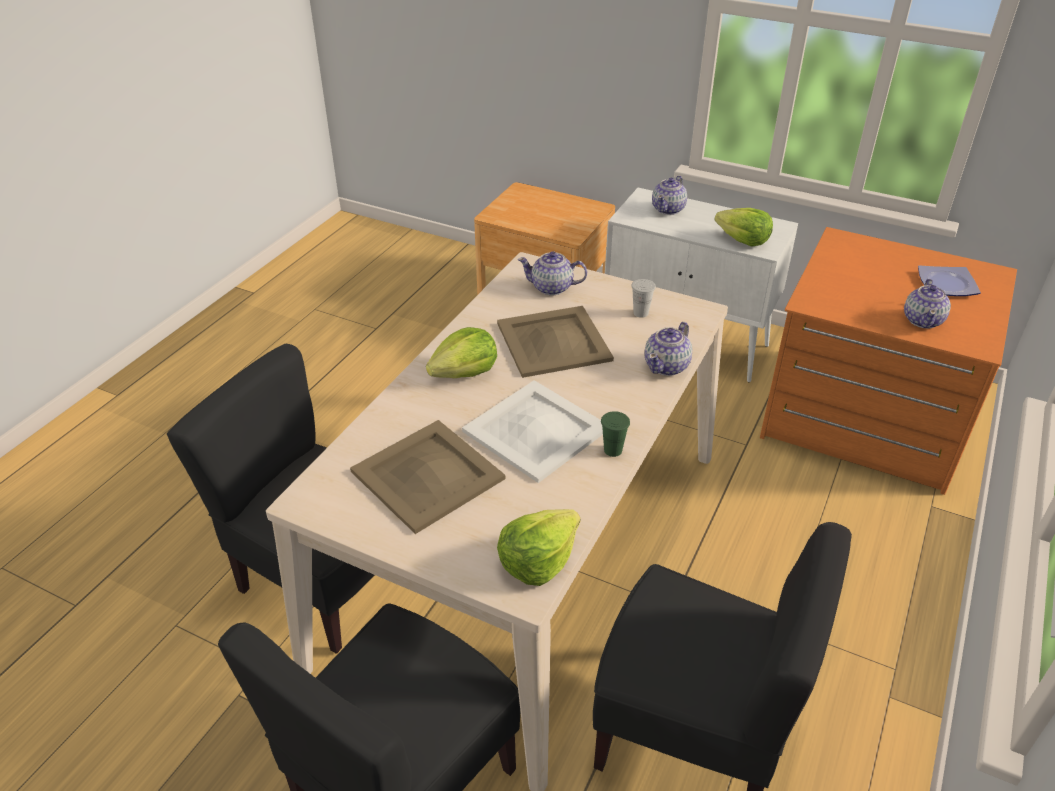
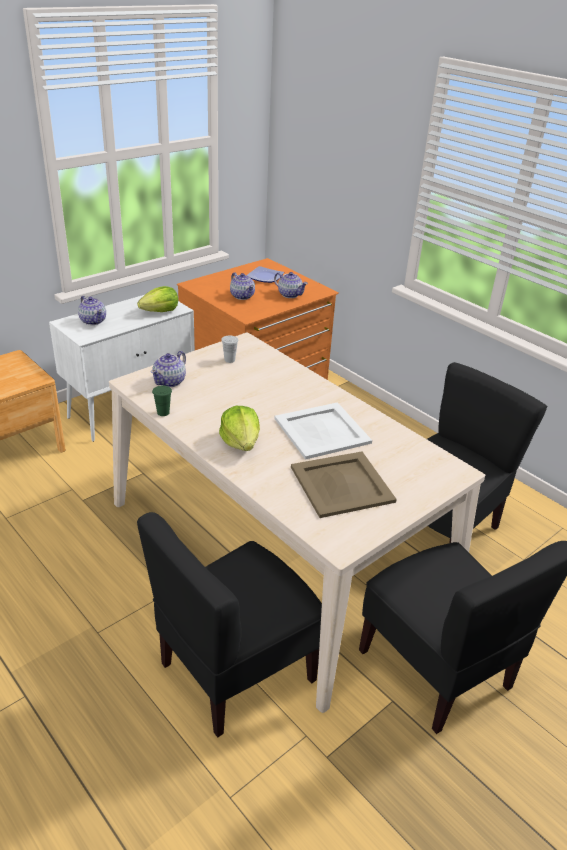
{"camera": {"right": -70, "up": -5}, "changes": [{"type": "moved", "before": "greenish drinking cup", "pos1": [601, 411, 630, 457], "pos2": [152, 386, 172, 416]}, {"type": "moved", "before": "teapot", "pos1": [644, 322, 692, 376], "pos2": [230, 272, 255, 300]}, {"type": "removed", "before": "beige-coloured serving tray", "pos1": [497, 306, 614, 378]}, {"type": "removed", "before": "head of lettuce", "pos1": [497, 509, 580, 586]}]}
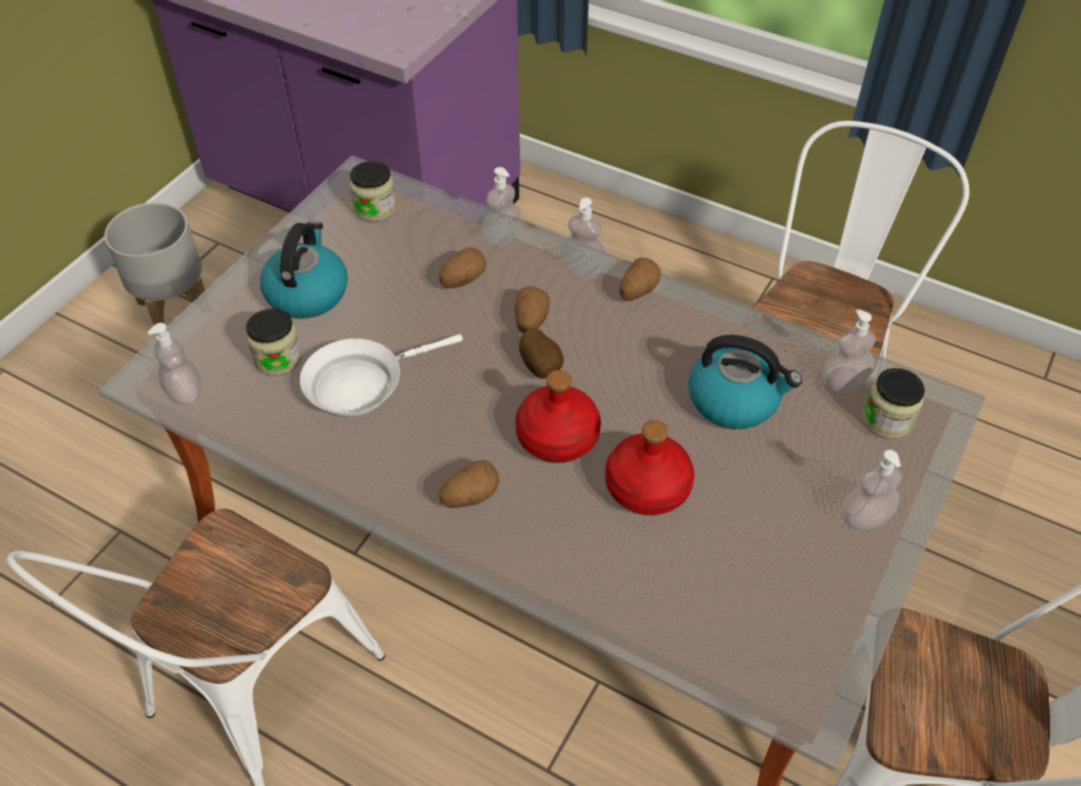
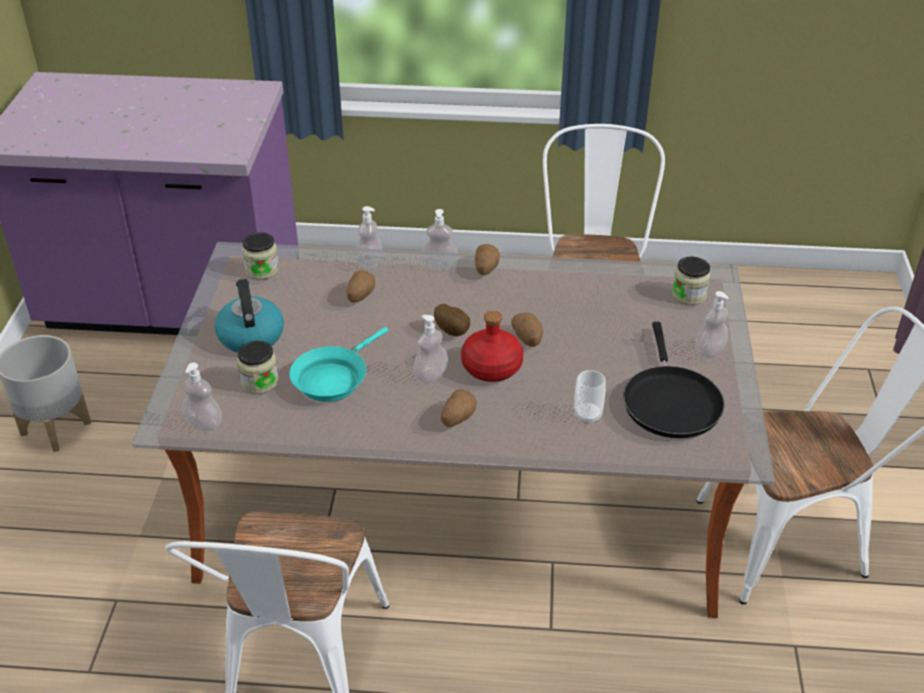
{"camera": {"right": -25, "up": -10}, "changes": [{"type": "recoloured", "before": "white frying pan", "after": "turquoise-coloured frying pan", "pos1": [300, 334, 463, 417], "pos2": [290, 327, 388, 402]}, {"type": "moved", "before": "liquid soap bottle", "pos1": [822, 309, 875, 393], "pos2": [413, 315, 448, 383]}, {"type": "moved", "before": "spud", "pos1": [515, 286, 550, 333], "pos2": [511, 313, 543, 347]}, {"type": "added", "after": "drinking cup", "pos2": [574, 370, 606, 424]}, {"type": "added", "after": "blackish frying pan", "pos2": [623, 322, 725, 438]}, {"type": "removed", "before": "red-coloured bottle", "pos1": [605, 420, 694, 515]}, {"type": "removed", "before": "tea kettle", "pos1": [688, 335, 802, 429]}]}
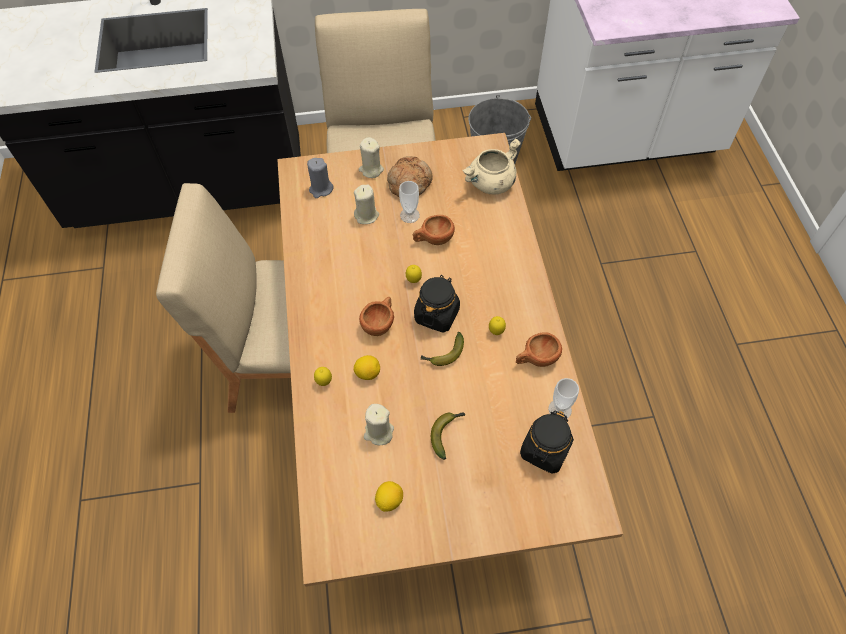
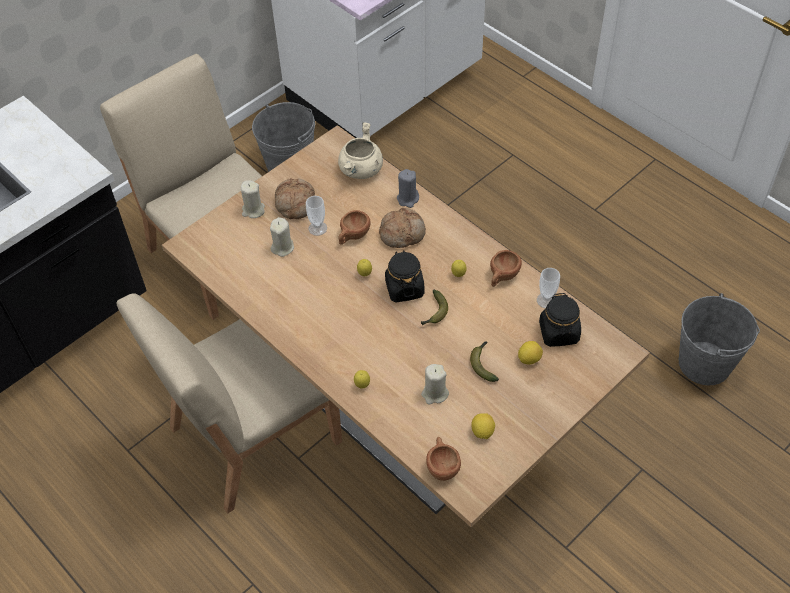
{"camera": {"right": -35, "up": -5}, "changes": [{"type": "added", "after": "bakery bread", "pos2": [379, 208, 426, 248]}, {"type": "moved", "before": "grey candle", "pos1": [307, 158, 334, 198], "pos2": [397, 169, 419, 208]}, {"type": "moved", "before": "brown-coloured drinking cup", "pos1": [359, 297, 394, 336], "pos2": [426, 437, 461, 481]}, {"type": "moved", "before": "lemon", "pos1": [353, 355, 380, 380], "pos2": [518, 341, 543, 365]}, {"type": "added", "after": "grey water bucket", "pos2": [679, 293, 760, 385]}]}
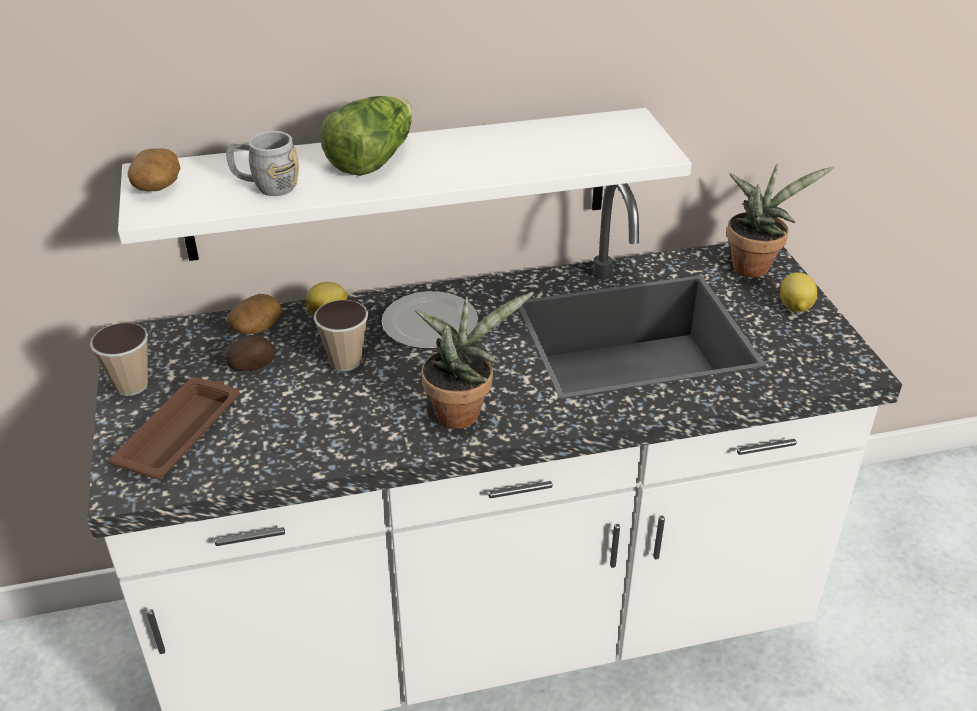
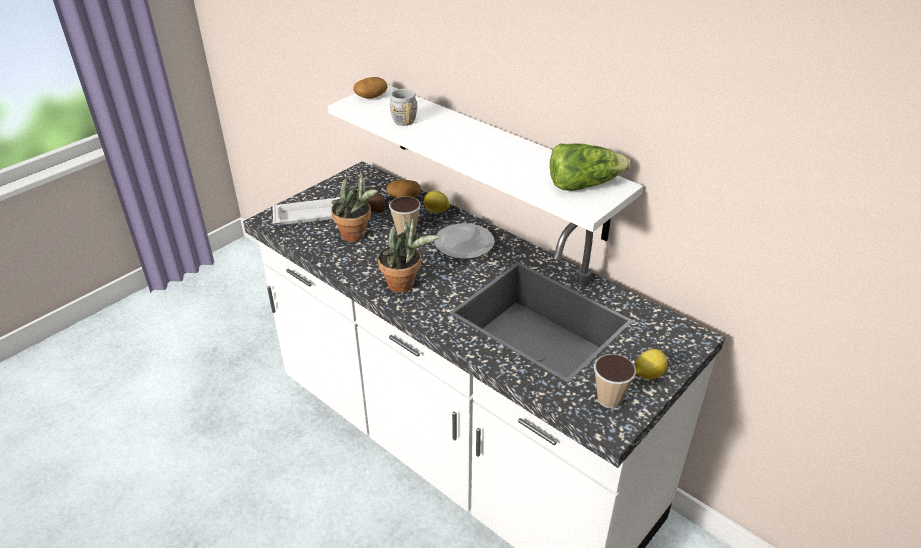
{"camera": {"right": 55, "up": 0}, "changes": [{"type": "recoloured", "before": "brown-coloured serving tray", "after": "white serving tray", "pos1": [109, 377, 240, 479], "pos2": [272, 197, 341, 225]}, {"type": "moved", "before": "potted plant", "pos1": [727, 164, 834, 277], "pos2": [331, 171, 378, 242]}, {"type": "moved", "before": "head of lettuce", "pos1": [320, 96, 412, 176], "pos2": [550, 143, 630, 191]}, {"type": "moved", "before": "drinking cup", "pos1": [90, 323, 148, 396], "pos2": [594, 354, 636, 408]}]}
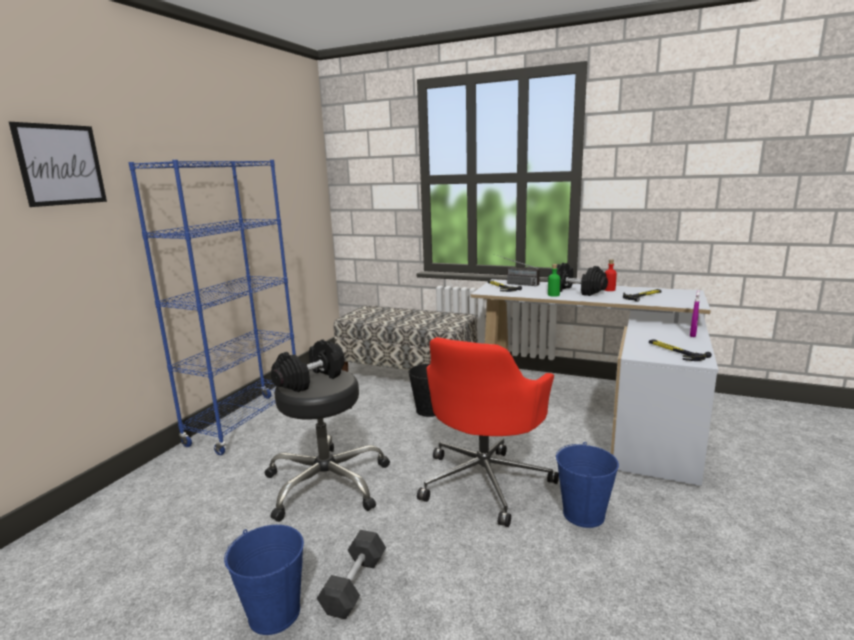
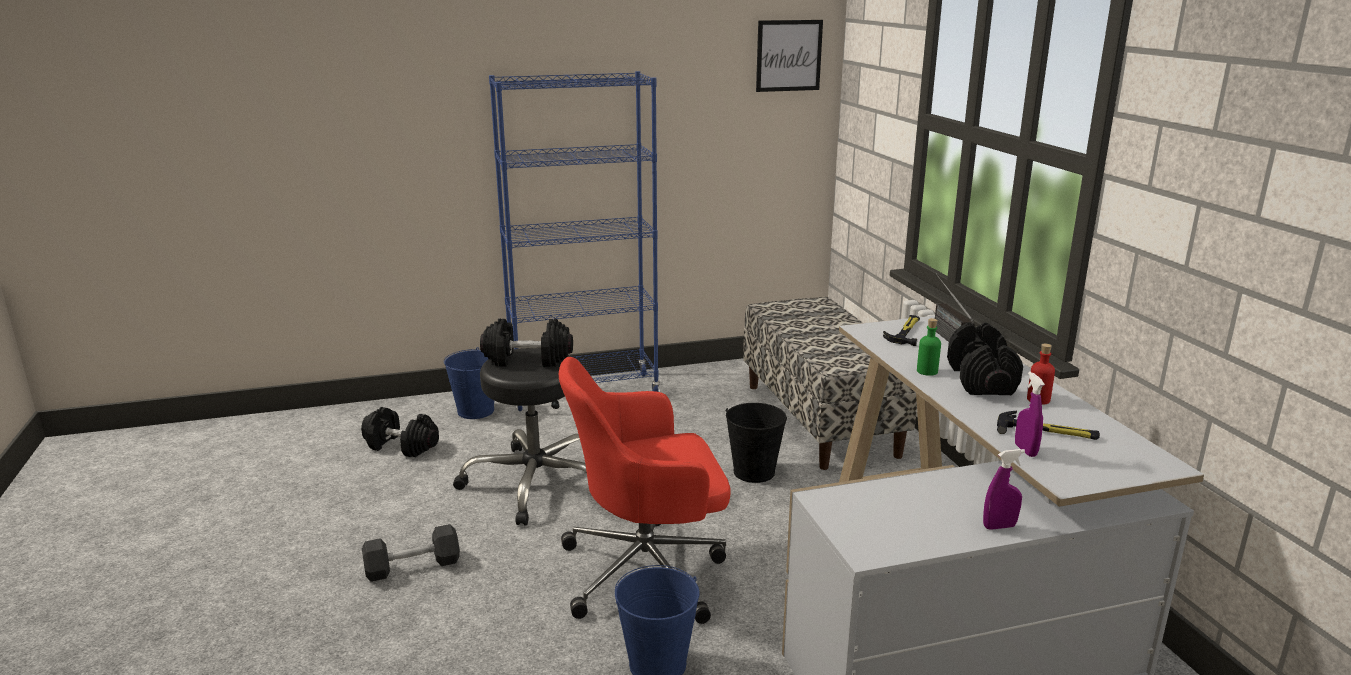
{"camera": {"right": 50, "up": 5}, "changes": [{"type": "added", "after": "blackish free weight", "pos2": [361, 407, 439, 457]}, {"type": "moved", "before": "blue water bucket", "pos1": [224, 525, 304, 635], "pos2": [444, 347, 494, 419]}, {"type": "moved", "before": "picture", "pos1": [9, 122, 107, 207], "pos2": [756, 20, 823, 92]}, {"type": "added", "after": "purple-coloured spray bottle", "pos2": [1015, 372, 1045, 457]}, {"type": "removed", "before": "hand hammer", "pos1": [649, 340, 712, 361]}]}
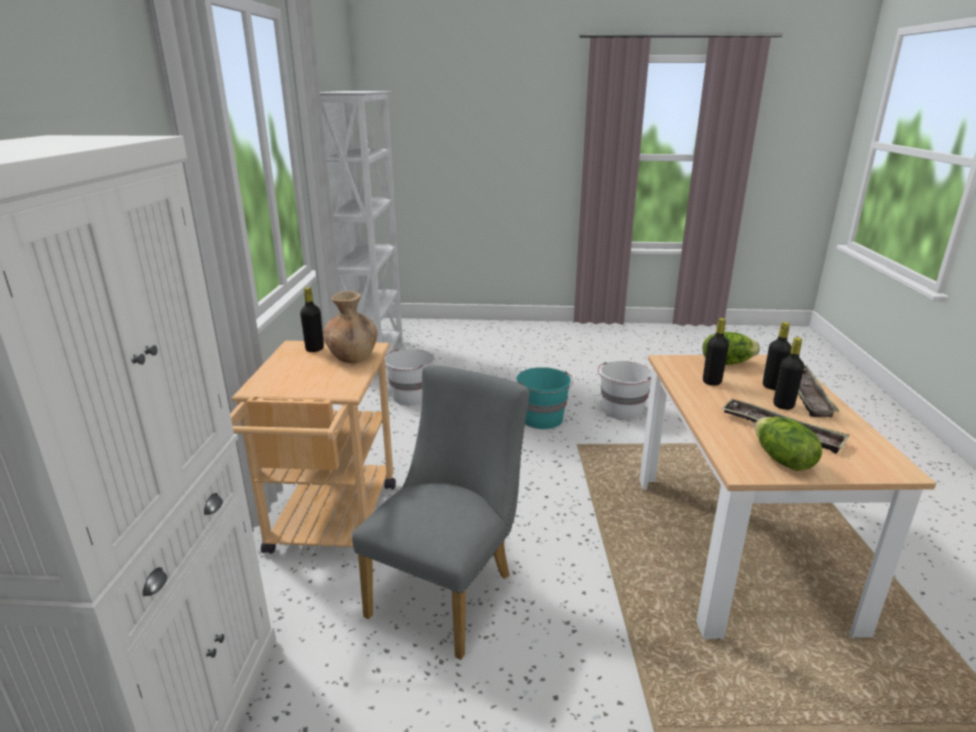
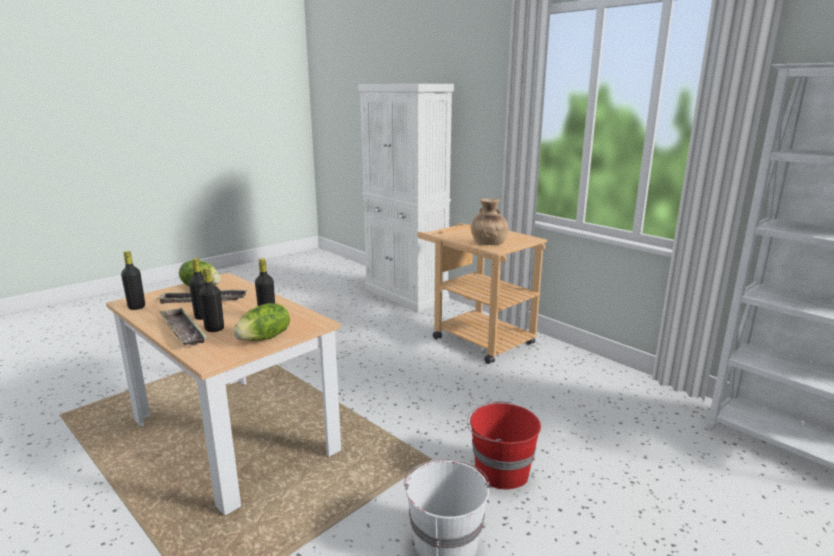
{"camera": {"right": 135, "up": -5}, "changes": [{"type": "moved", "before": "blackish bottle", "pos1": [300, 287, 324, 352], "pos2": [121, 251, 145, 310]}, {"type": "recoloured", "before": "turquoise-coloured water bucket", "after": "red-coloured water bucket", "pos1": [517, 367, 573, 429], "pos2": [467, 401, 541, 489]}, {"type": "removed", "before": "grey plain chair", "pos1": [352, 365, 530, 660]}, {"type": "removed", "before": "white water bucket", "pos1": [385, 349, 435, 406]}]}
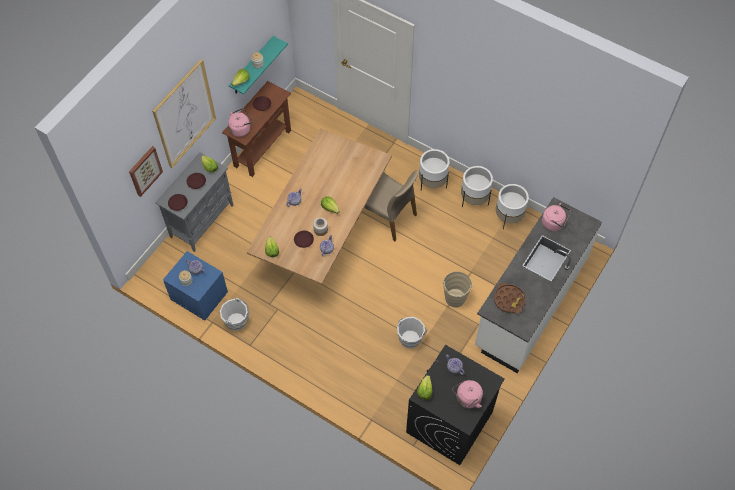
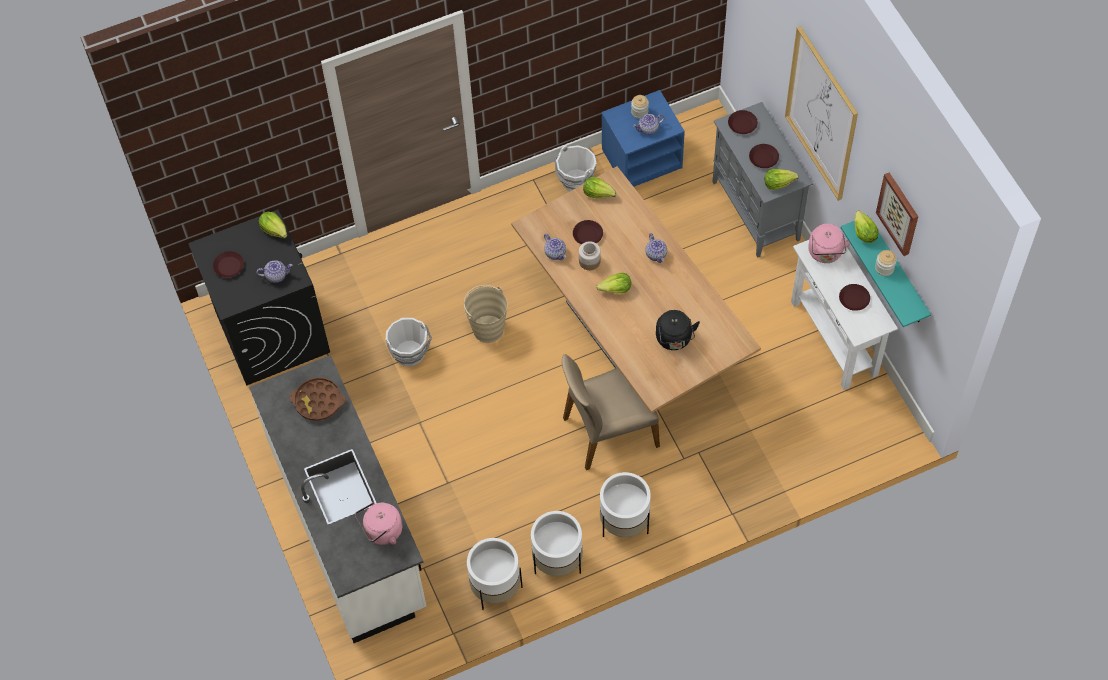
{"camera": {"right": 125, "up": 0}, "changes": [{"type": "replaced", "before": "pinkish tea kettle", "after": "brown-coloured flat dish", "pos1": [453, 380, 483, 408], "pos2": [213, 251, 244, 278]}, {"type": "moved", "before": "beige-coloured water bucket", "pos1": [442, 271, 473, 307], "pos2": [464, 285, 508, 343]}, {"type": "added", "after": "blackish tea kettle", "pos2": [656, 310, 700, 350]}, {"type": "recoloured", "before": "brown-coloured hall table", "after": "white hall table", "pos1": [222, 81, 291, 177], "pos2": [791, 240, 898, 390]}, {"type": "moved", "before": "picture", "pos1": [129, 146, 163, 197], "pos2": [876, 172, 918, 256]}]}
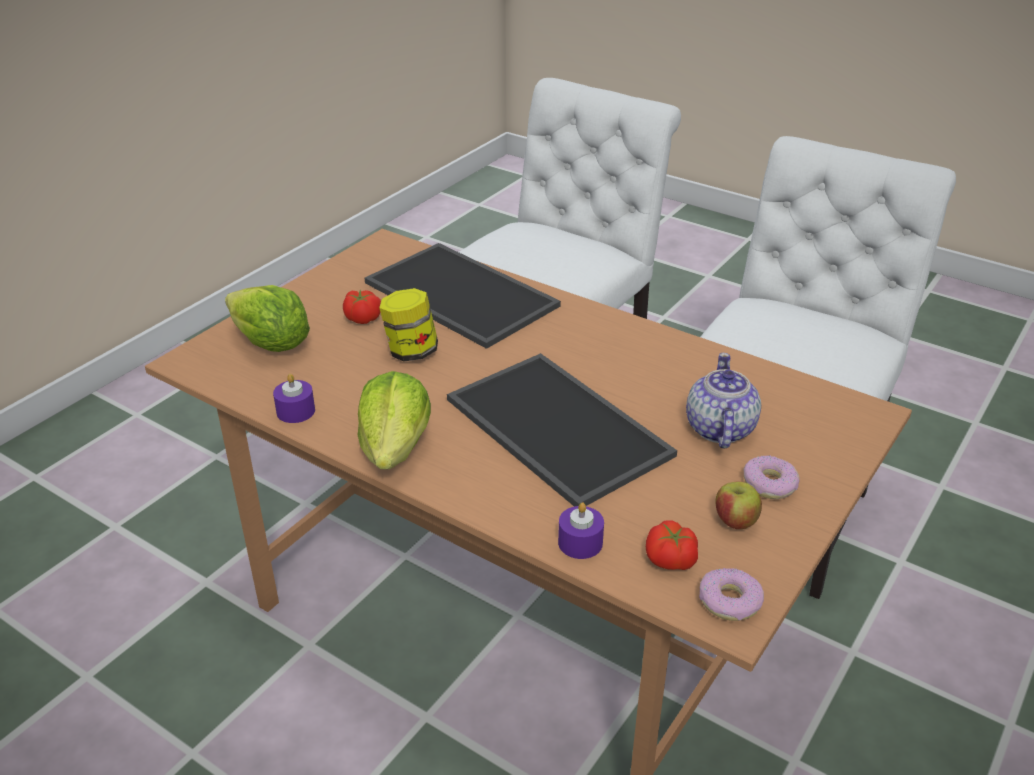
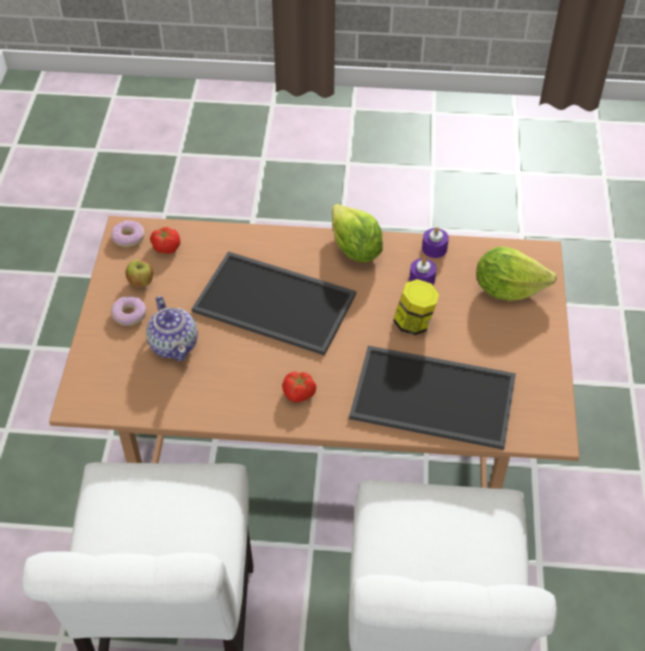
{"camera": {"right": 150, "up": 15}, "changes": [{"type": "moved", "before": "whole tomato", "pos1": [343, 290, 381, 324], "pos2": [282, 372, 316, 402]}, {"type": "moved", "before": "purple-coloured candle", "pos1": [558, 502, 604, 559], "pos2": [409, 258, 436, 285]}]}
